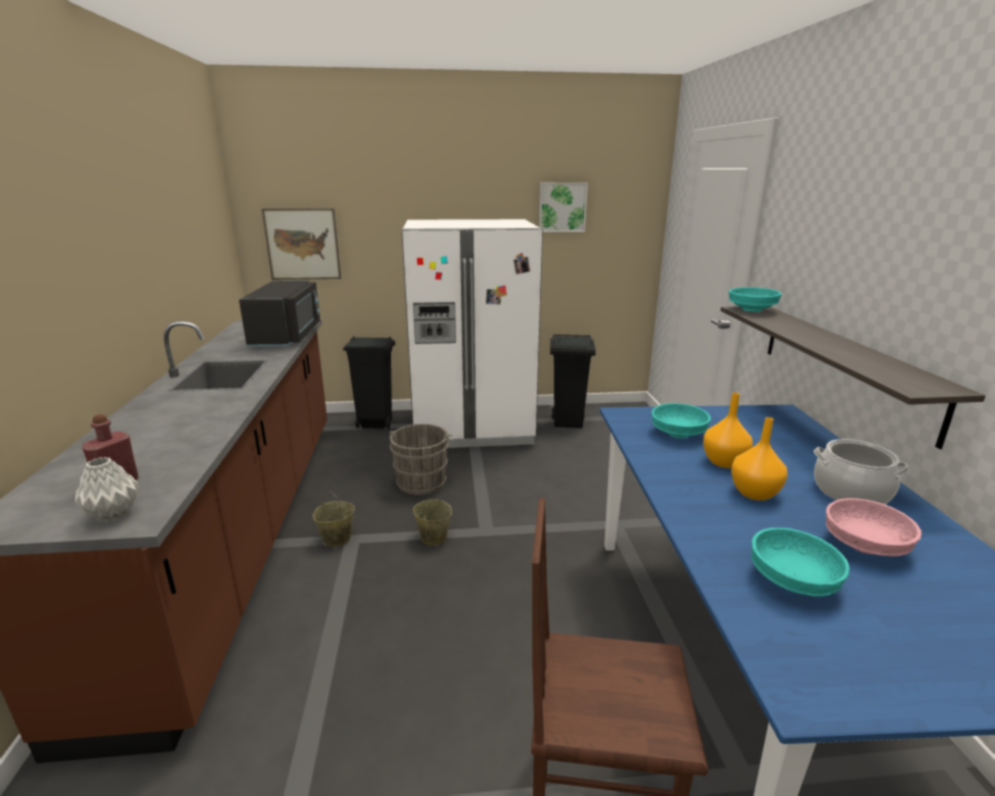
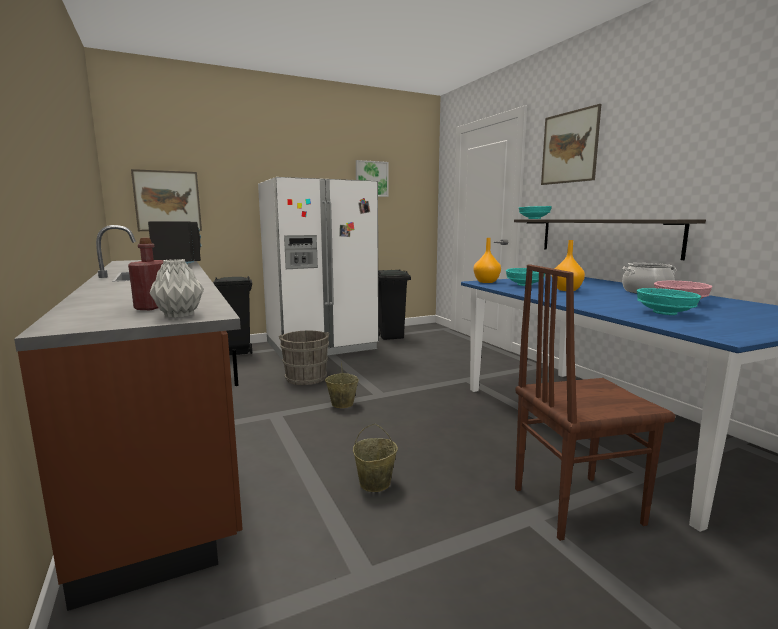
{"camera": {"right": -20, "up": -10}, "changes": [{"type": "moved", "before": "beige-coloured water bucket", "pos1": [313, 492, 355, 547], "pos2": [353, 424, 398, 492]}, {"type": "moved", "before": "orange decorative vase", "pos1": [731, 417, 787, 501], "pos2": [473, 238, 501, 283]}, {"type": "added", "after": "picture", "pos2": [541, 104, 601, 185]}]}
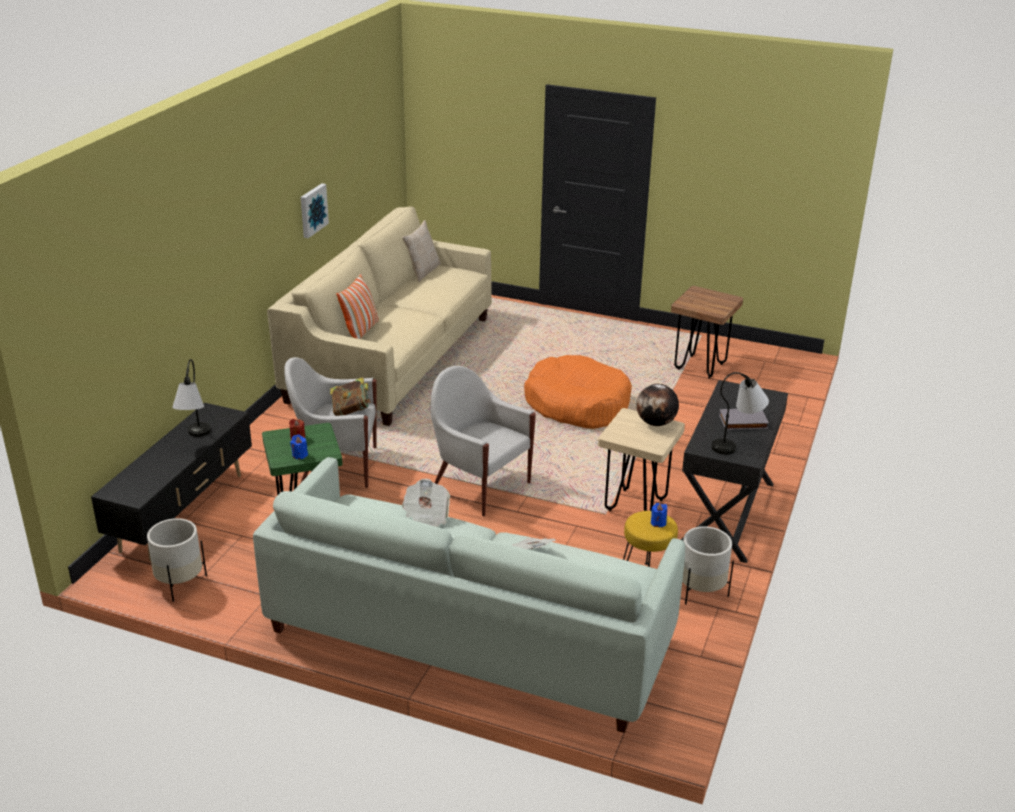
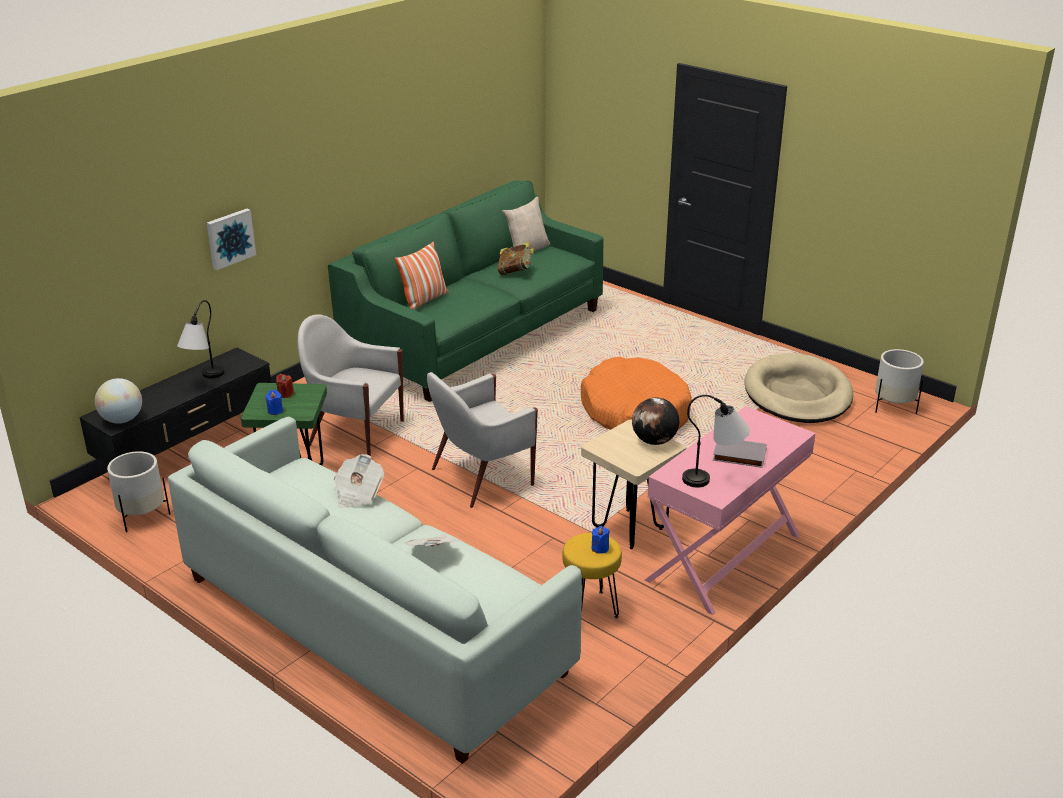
{"camera": {"right": 20, "up": 0}, "changes": [{"type": "added", "after": "globe", "pos2": [95, 378, 142, 424]}, {"type": "moved", "before": "picture", "pos1": [301, 183, 329, 238], "pos2": [207, 209, 256, 270]}, {"type": "recoloured", "before": "beige-coloured couch", "after": "greenish couch", "pos1": [267, 206, 492, 426], "pos2": [328, 180, 603, 402]}, {"type": "turned", "before": "white armchair", "pos1": [431, 366, 536, 516], "pos2": [427, 372, 538, 508], "turn": -90}, {"type": "moved", "before": "book", "pos1": [330, 377, 371, 416], "pos2": [497, 242, 534, 275]}, {"type": "recoloured", "before": "blackish desk", "after": "pinkish desk", "pos1": [681, 380, 788, 563], "pos2": [645, 406, 816, 615]}, {"type": "replaced", "before": "brown-coloured sitting stool", "after": "beige-coloured dog cushion", "pos1": [671, 286, 743, 379], "pos2": [744, 353, 853, 423]}, {"type": "moved", "before": "white planter", "pos1": [682, 526, 734, 605], "pos2": [875, 349, 924, 414]}]}
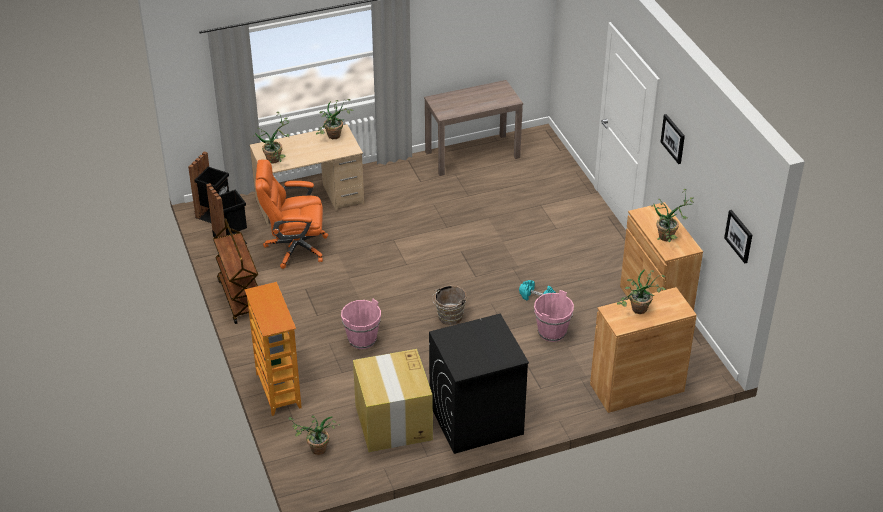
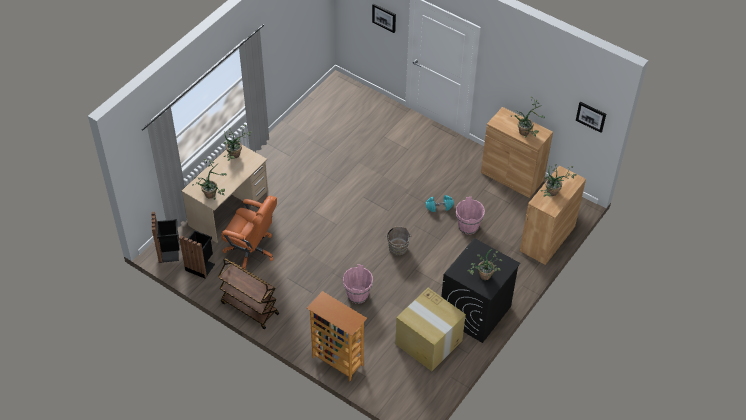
{"camera": {"right": -35, "up": 10}, "changes": [{"type": "turned", "before": "orange desk chair", "pos1": [255, 159, 328, 269], "pos2": [221, 196, 277, 269], "turn": -120}, {"type": "moved", "before": "picture", "pos1": [661, 114, 685, 164], "pos2": [372, 3, 396, 33]}, {"type": "moved", "before": "potted plant", "pos1": [288, 415, 340, 455], "pos2": [467, 249, 503, 280]}, {"type": "removed", "before": "brown-coloured hall table", "pos1": [424, 80, 523, 176]}]}
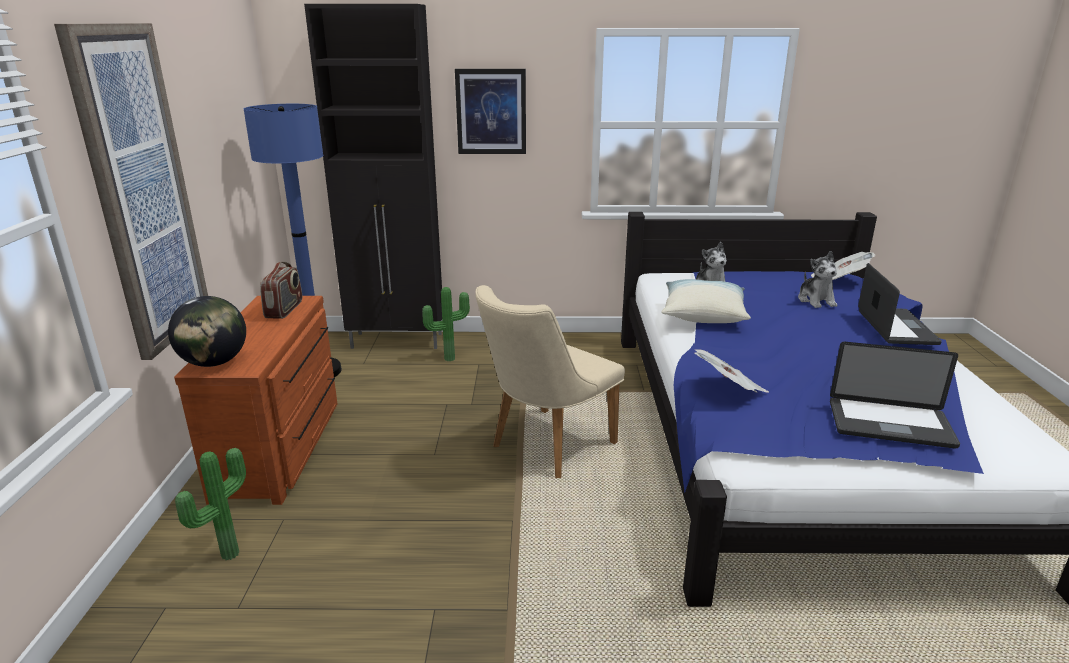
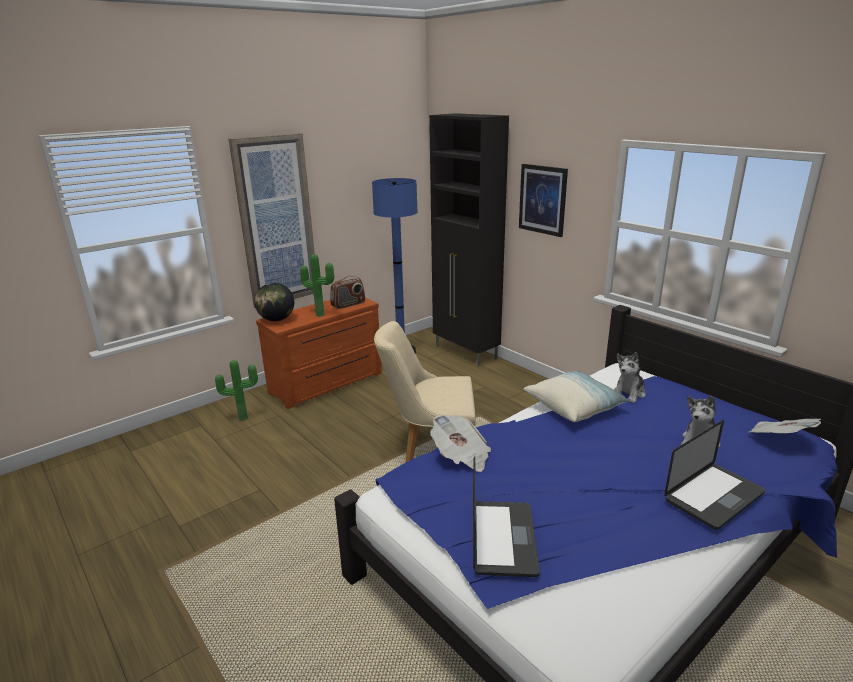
{"camera": {"right": 50, "up": 0}, "changes": [{"type": "moved", "before": "potted plant", "pos1": [422, 287, 470, 361], "pos2": [300, 254, 334, 317]}, {"type": "turned", "before": "portable computer", "pos1": [830, 342, 960, 448], "pos2": [473, 456, 540, 577], "turn": -150}]}
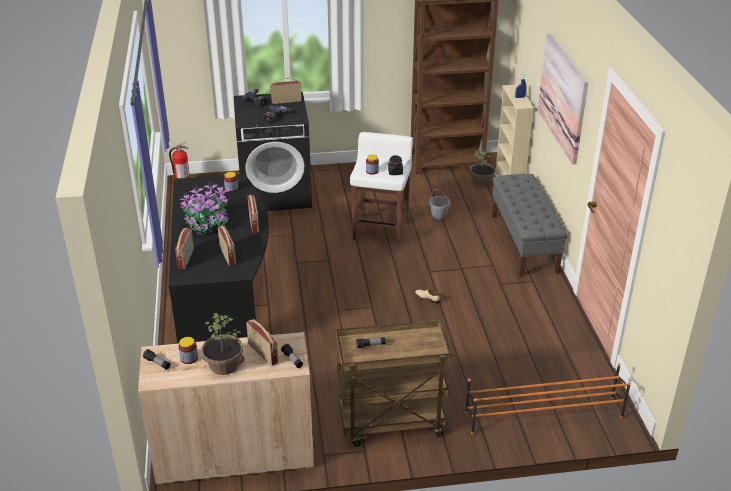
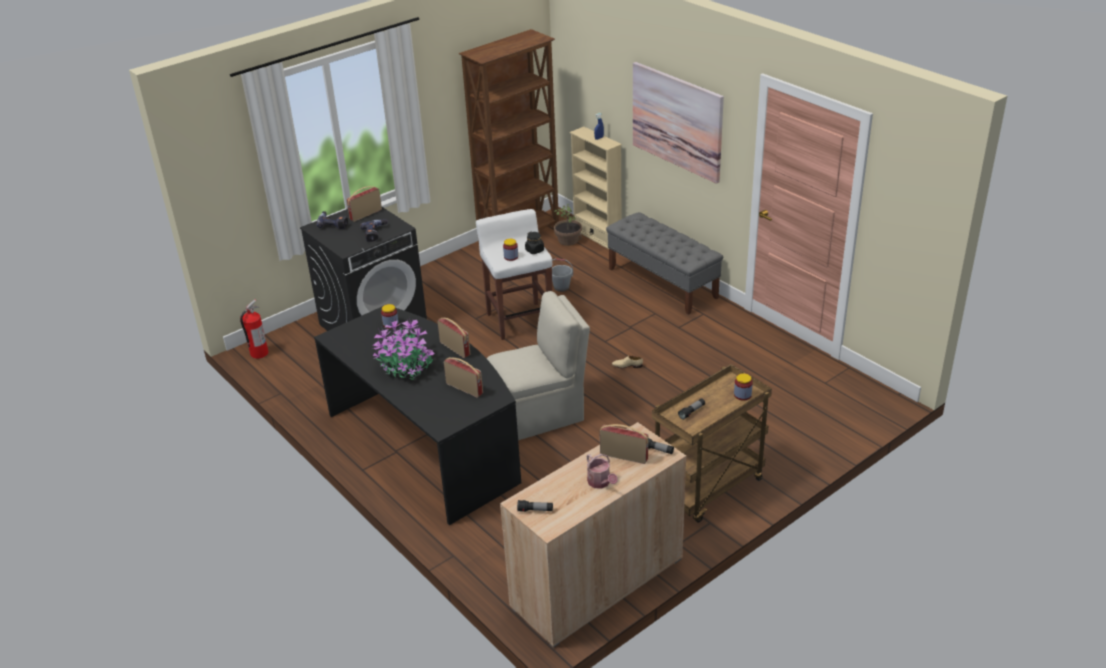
{"camera": {"right": -30, "up": 0}, "changes": [{"type": "added", "after": "beige-coloured plain chair", "pos2": [487, 291, 590, 440]}, {"type": "replaced", "before": "potted plant", "after": "sprinkling can", "pos1": [202, 313, 244, 375], "pos2": [587, 454, 617, 489]}, {"type": "moved", "before": "jar", "pos1": [179, 337, 198, 364], "pos2": [734, 373, 753, 400]}, {"type": "removed", "before": "radio receiver", "pos1": [175, 228, 194, 269]}, {"type": "removed", "before": "orange shoe rack", "pos1": [465, 364, 631, 434]}]}
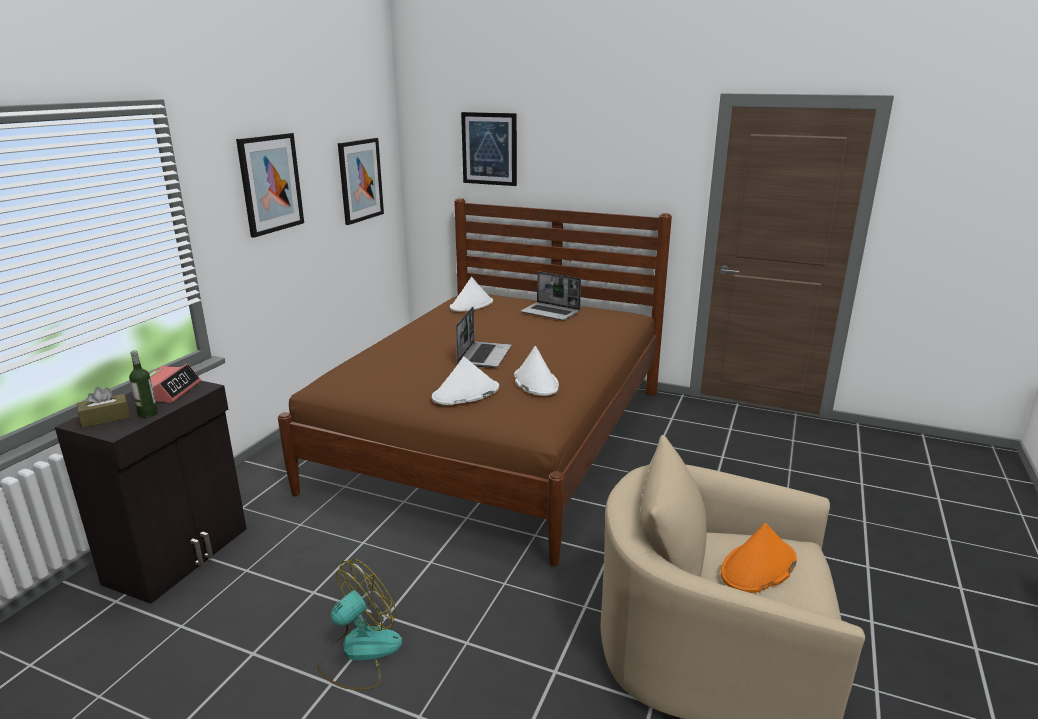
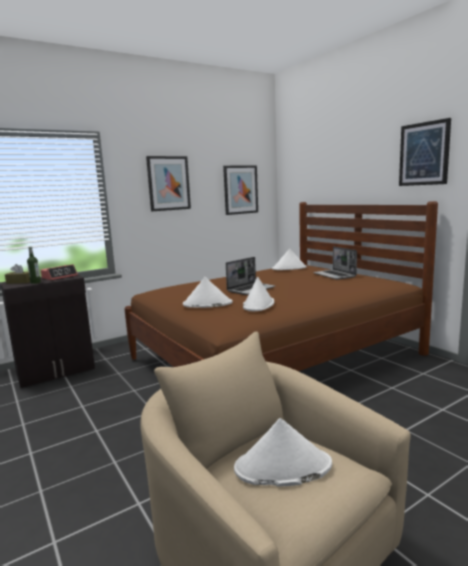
{"camera": {"right": 35, "up": -10}, "changes": [{"type": "recoloured", "before": "orange wearable hat", "after": "white wearable hat", "pos1": [721, 523, 797, 593], "pos2": [234, 418, 332, 487]}, {"type": "moved", "before": "picture", "pos1": [461, 112, 517, 186], "pos2": [399, 118, 451, 186]}, {"type": "removed", "before": "cooling fan", "pos1": [317, 559, 402, 690]}]}
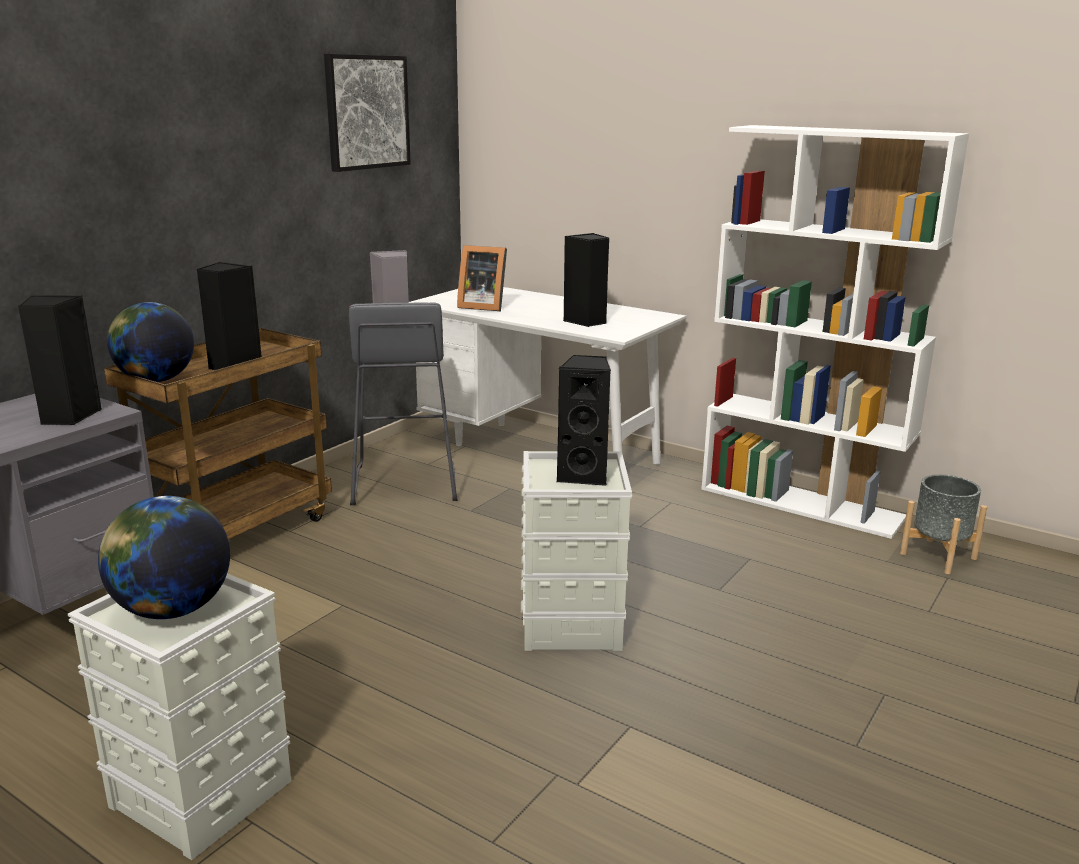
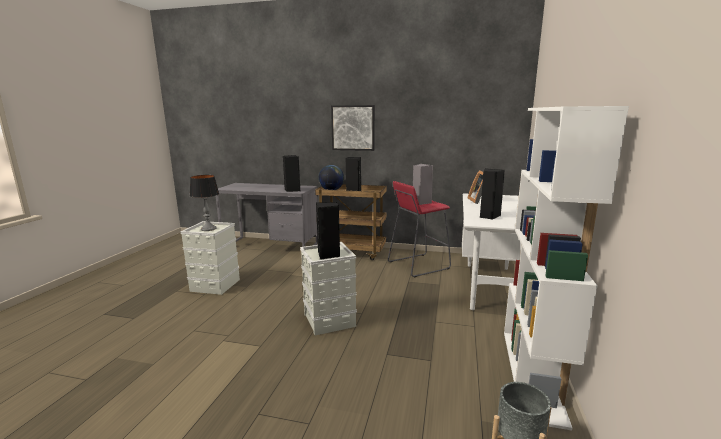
{"camera": {"right": 70, "up": -5}, "changes": [{"type": "replaced", "before": "globe", "after": "table lamp", "pos1": [98, 496, 230, 619], "pos2": [190, 175, 219, 231]}, {"type": "moved", "before": "picture", "pos1": [324, 54, 411, 172], "pos2": [331, 105, 375, 151]}, {"type": "recoloured", "before": "grey sitting stool", "after": "red-coloured sitting stool", "pos1": [349, 302, 457, 505], "pos2": [388, 181, 451, 278]}]}
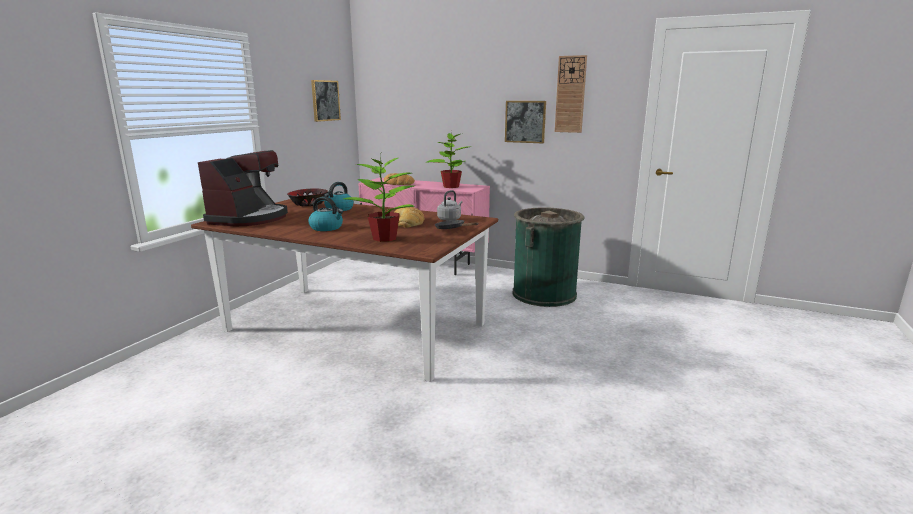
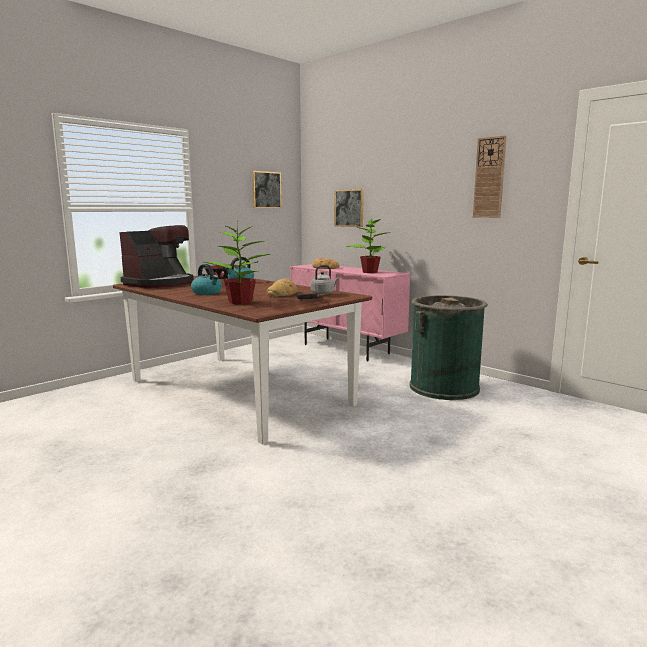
{"camera": {"right": 20, "up": -5}, "changes": [{"type": "moved", "before": "picture", "pos1": [505, 101, 546, 143], "pos2": [335, 189, 364, 227]}]}
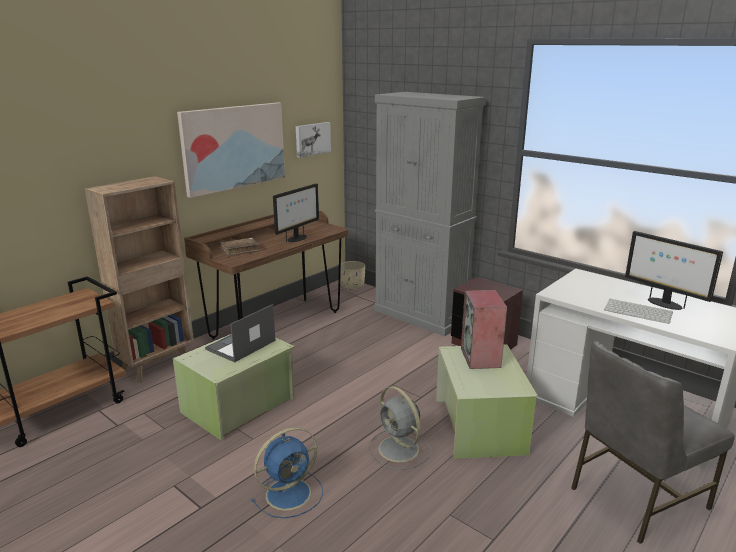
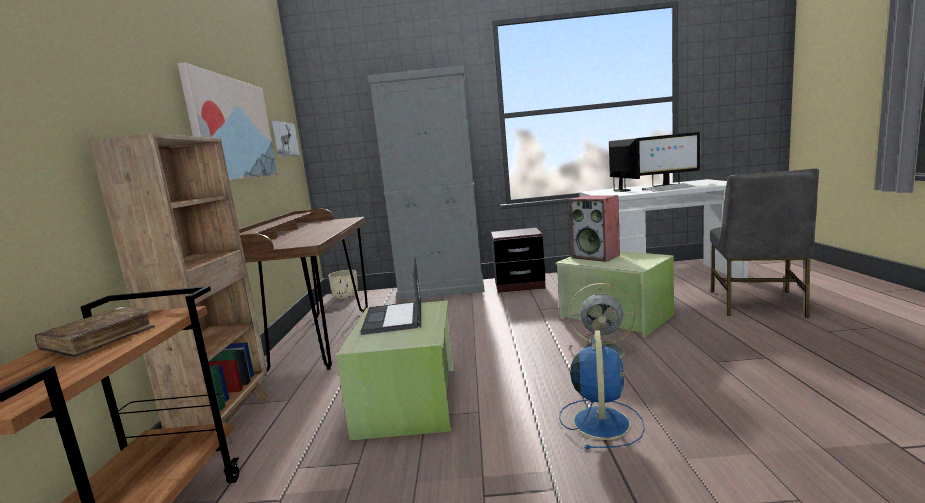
{"camera": {"right": -40, "up": -10}, "changes": [{"type": "moved", "before": "brown-coloured book", "pos1": [220, 238, 259, 257], "pos2": [35, 306, 155, 358]}, {"type": "moved", "before": "monitor", "pos1": [273, 183, 319, 242], "pos2": [609, 138, 640, 192]}]}
